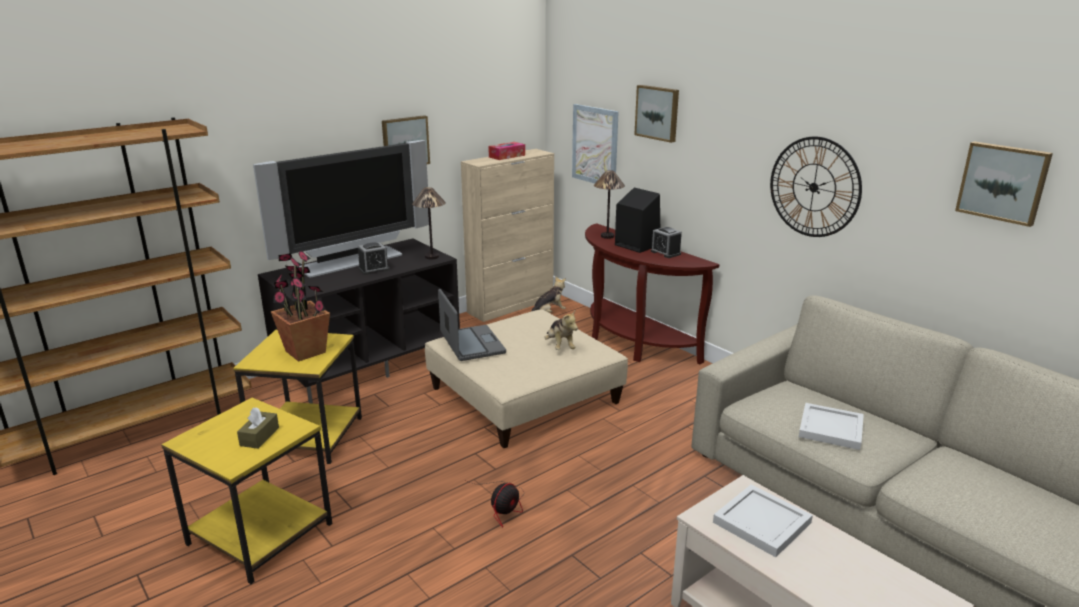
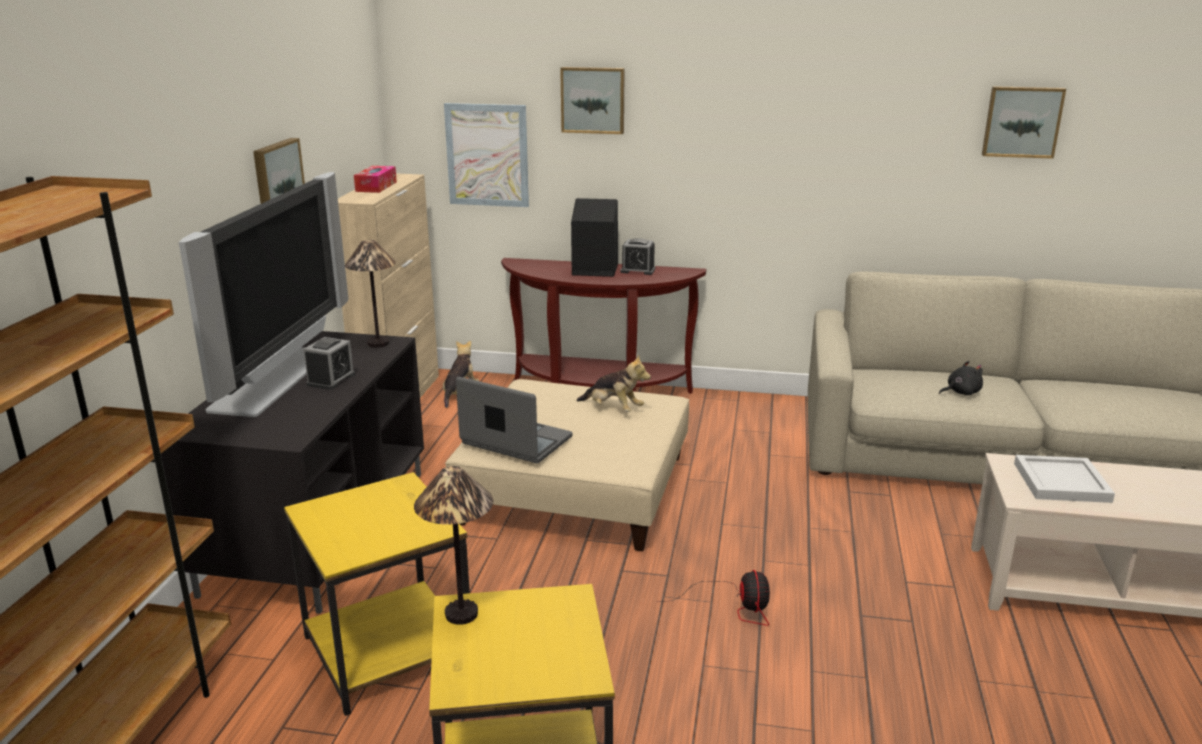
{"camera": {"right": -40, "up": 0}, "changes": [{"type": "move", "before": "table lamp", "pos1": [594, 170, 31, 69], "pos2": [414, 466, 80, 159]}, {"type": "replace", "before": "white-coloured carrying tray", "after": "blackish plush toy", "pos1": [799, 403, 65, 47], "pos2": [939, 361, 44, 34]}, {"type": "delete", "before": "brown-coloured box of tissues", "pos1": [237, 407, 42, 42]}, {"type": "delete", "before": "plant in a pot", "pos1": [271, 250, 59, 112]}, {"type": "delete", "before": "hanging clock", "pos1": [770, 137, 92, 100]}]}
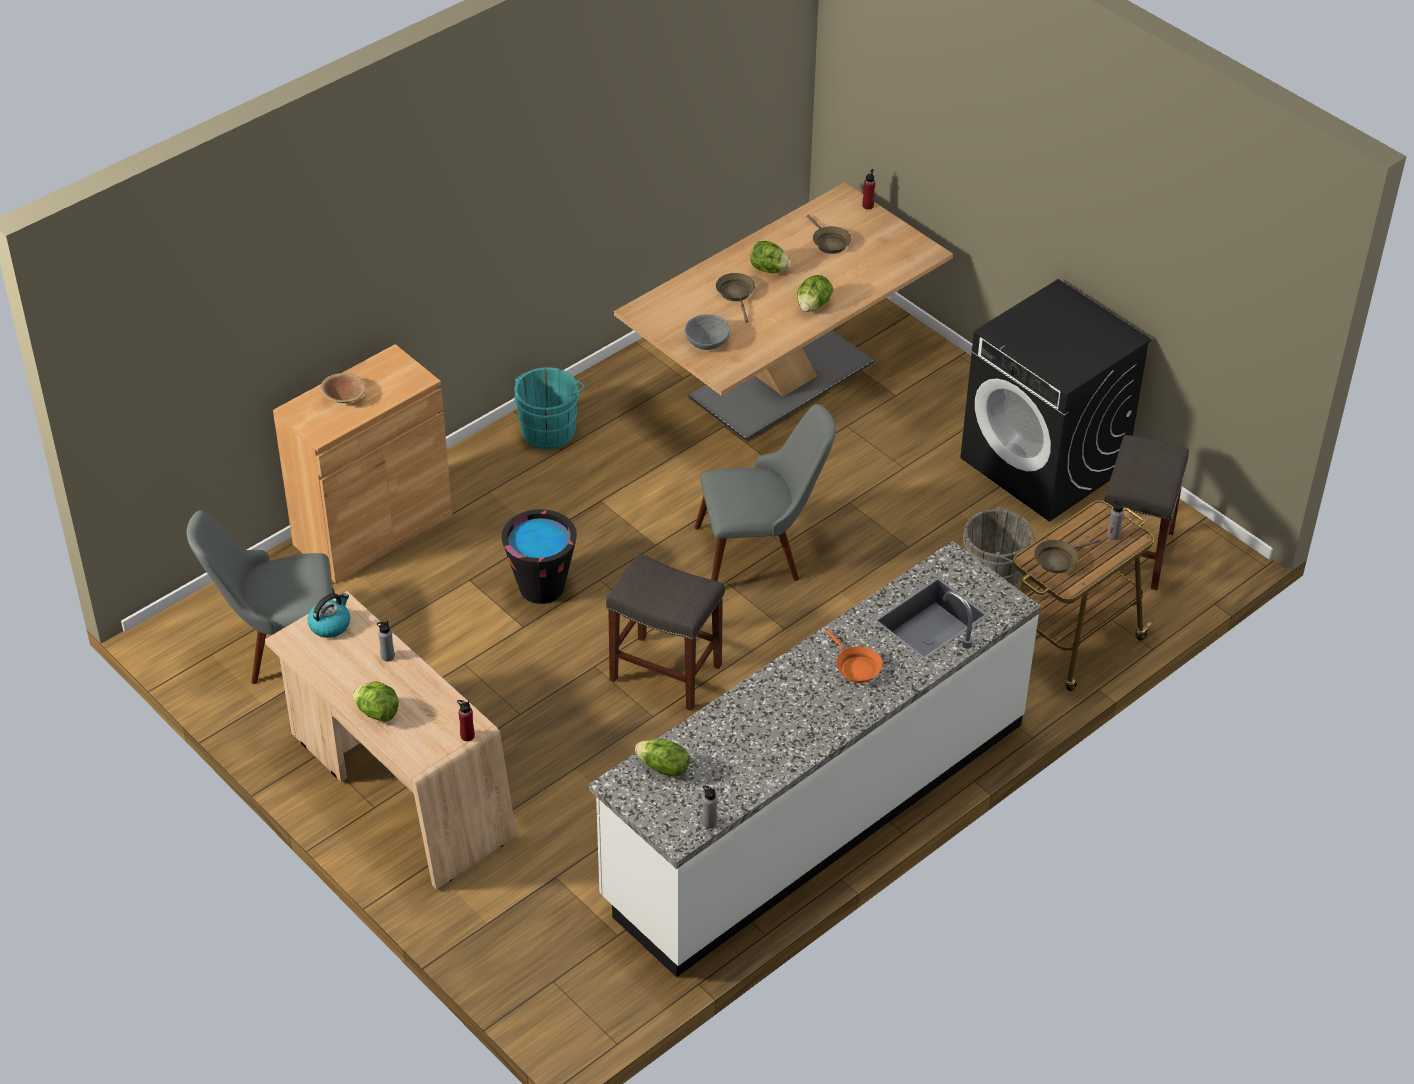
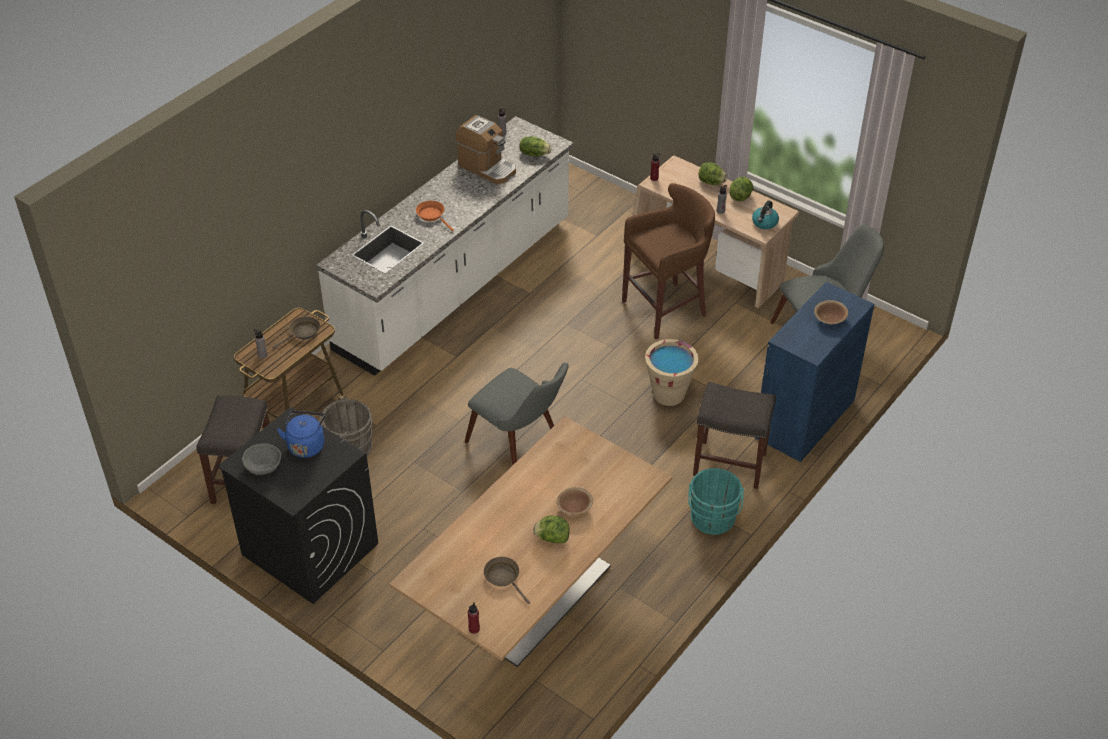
{"camera": {"right": 170, "up": 0}, "changes": [{"type": "move", "before": "grey bowl", "pos1": [685, 314, 45, 36], "pos2": [242, 443, 39, 32]}, {"type": "insert", "after": "blue kettle", "pos2": [277, 411, 48, 47]}, {"type": "insert", "after": "coffee machine", "pos2": [455, 115, 61, 69]}, {"type": "rotate", "before": "grey plain chair", "pos1": [695, 404, 141, 177], "pos2": [465, 363, 104, 102], "turn": -120}, {"type": "replace", "before": "brown-coloured pan", "after": "brown-coloured bowl", "pos1": [716, 273, 39, 50], "pos2": [556, 487, 37, 28]}, {"type": "insert", "after": "brown-coloured sitting stool", "pos2": [622, 183, 93, 156]}, {"type": "recolor", "before": "blackish pail", "after": "sand-coloured pail", "pos1": [501, 509, 76, 95], "pos2": [645, 339, 53, 67]}, {"type": "move", "before": "grey sitting stool", "pos1": [606, 553, 119, 158], "pos2": [693, 382, 83, 107]}, {"type": "move", "before": "lettuce head", "pos1": [797, 275, 36, 37], "pos2": [729, 177, 24, 25]}, {"type": "recolor", "before": "brown-coloured cabinet", "after": "blue cabinet", "pos1": [273, 344, 179, 240], "pos2": [755, 282, 119, 180]}]}
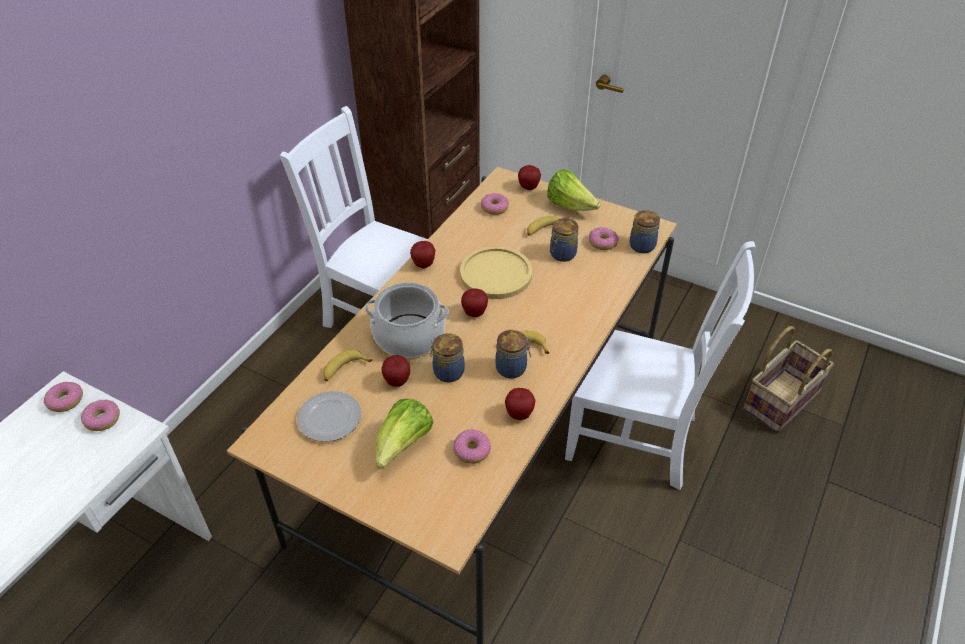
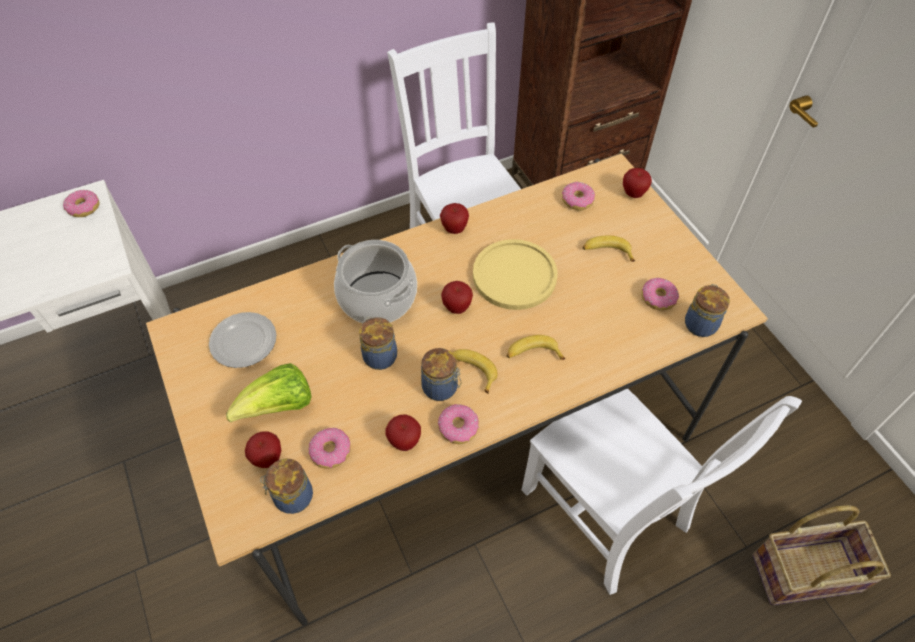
{"camera": {"right": 35, "up": 10}, "changes": [{"type": "move", "before": "apple fruit", "pos1": [381, 355, 29, 32], "pos2": [245, 431, 36, 37]}, {"type": "move", "before": "preserve jar", "pos1": [550, 218, 28, 44], "pos2": [260, 458, 53, 56]}, {"type": "move", "before": "doughnut", "pos1": [81, 399, 39, 32], "pos2": [438, 404, 41, 40]}, {"type": "move", "before": "whole banana", "pos1": [323, 350, 49, 31], "pos2": [507, 335, 59, 25]}, {"type": "delete", "before": "lettuce head", "pos1": [547, 169, 54, 42]}]}
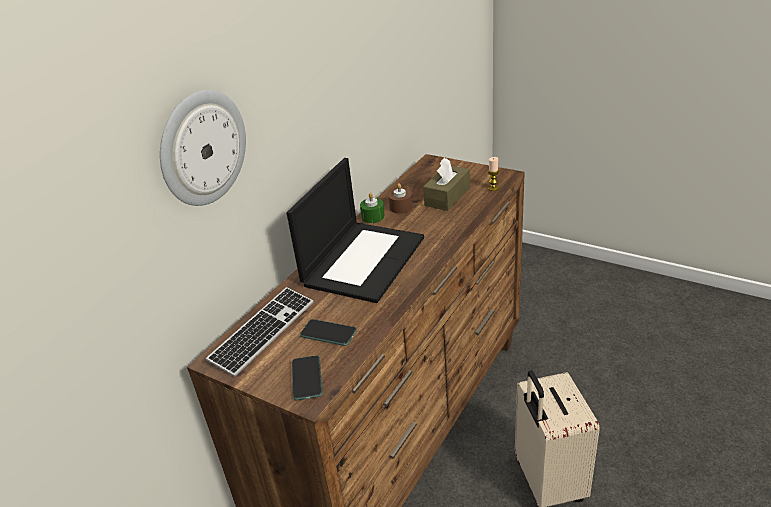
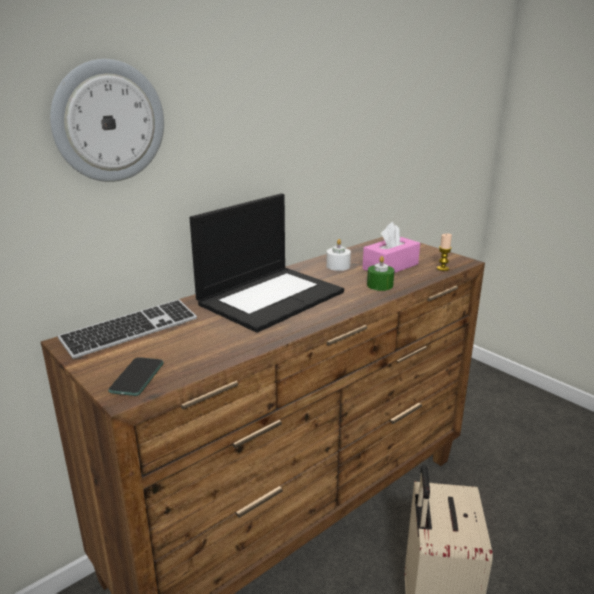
{"camera": {"right": 15, "up": -10}, "changes": [{"type": "recolor", "before": "brown-coloured candle", "after": "white-coloured candle", "pos1": [388, 183, 24, 31], "pos2": [326, 239, 25, 32]}, {"type": "recolor", "before": "brown-coloured box of tissues", "after": "pinkish box of tissues", "pos1": [423, 157, 47, 54], "pos2": [363, 222, 57, 51]}, {"type": "move", "before": "greenish candle", "pos1": [360, 193, 25, 30], "pos2": [367, 256, 27, 35]}, {"type": "delete", "before": "phone", "pos1": [300, 319, 57, 27]}]}
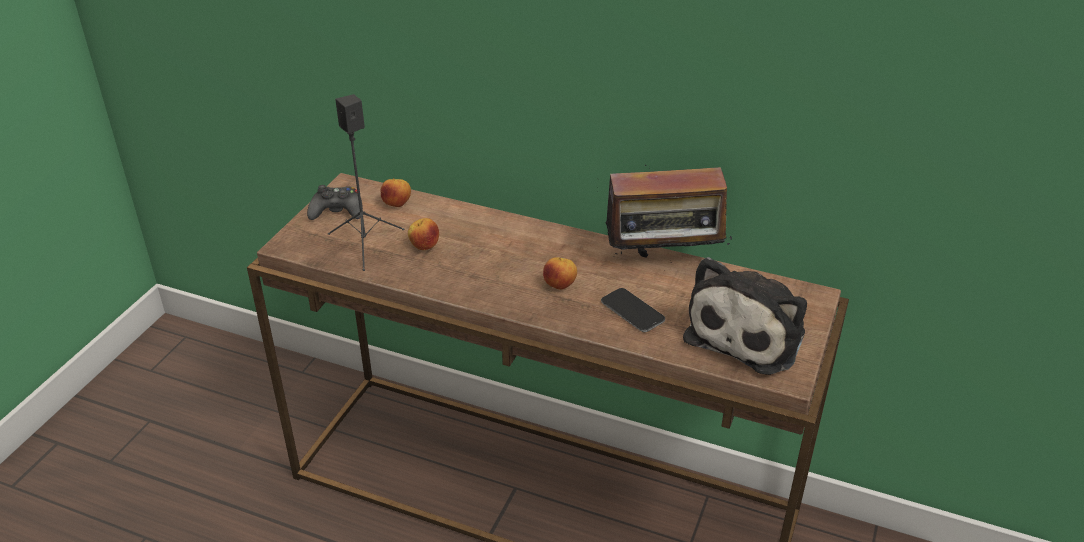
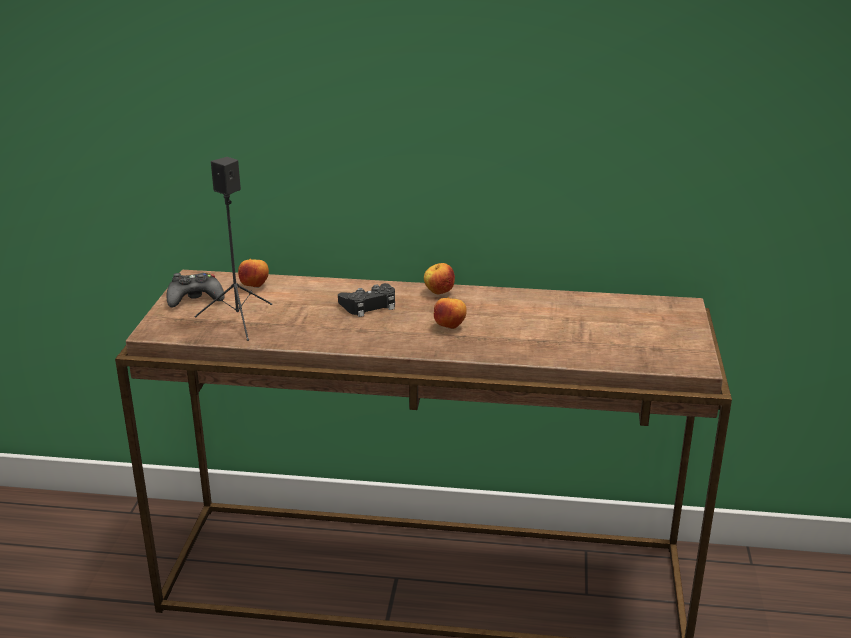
{"camera": {"right": -15, "up": -10}, "changes": [{"type": "insert", "after": "blackish game controller", "pos2": [338, 283, 57, 34]}, {"type": "move", "before": "apple fruit", "pos1": [408, 218, 31, 32], "pos2": [424, 263, 31, 31]}, {"type": "delete", "before": "radio", "pos1": [597, 151, 135, 106]}, {"type": "delete", "before": "phone", "pos1": [601, 288, 64, 44]}, {"type": "delete", "before": "plush toy", "pos1": [683, 257, 124, 118]}]}
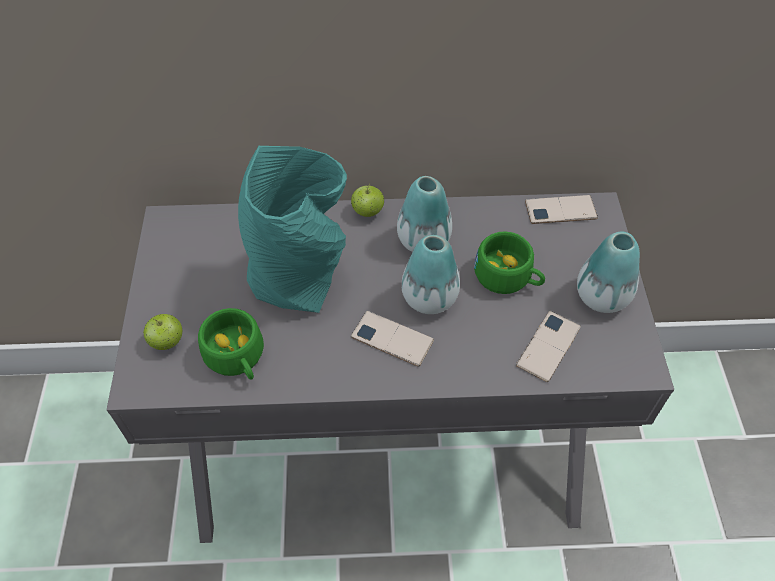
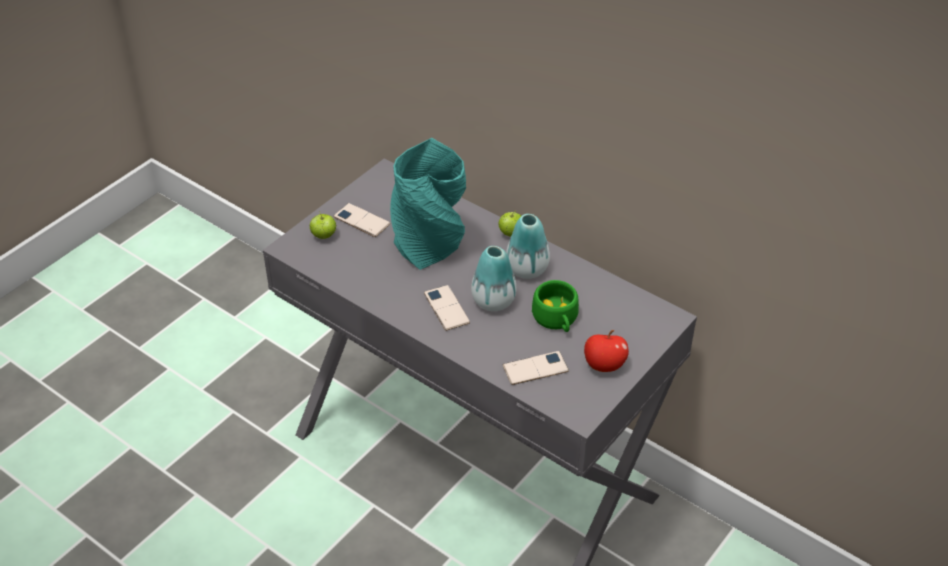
{"camera": {"right": 40, "up": -10}, "changes": [{"type": "move", "before": "phone", "pos1": [525, 195, 73, 29], "pos2": [333, 203, 58, 34]}, {"type": "replace", "before": "decorative vase", "after": "apple fruit", "pos1": [577, 231, 63, 82], "pos2": [584, 330, 45, 42]}, {"type": "delete", "before": "greenish drinking cup", "pos1": [198, 308, 66, 72]}]}
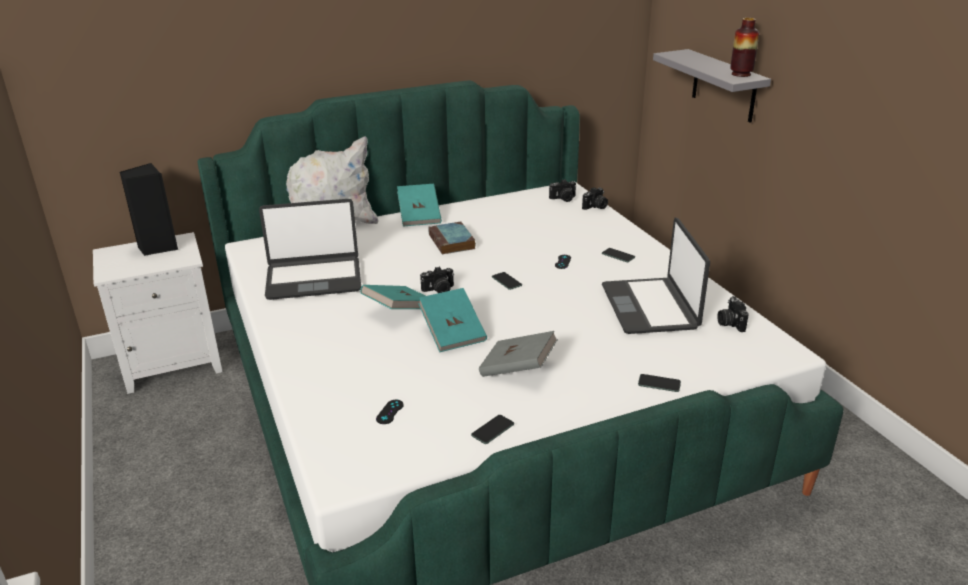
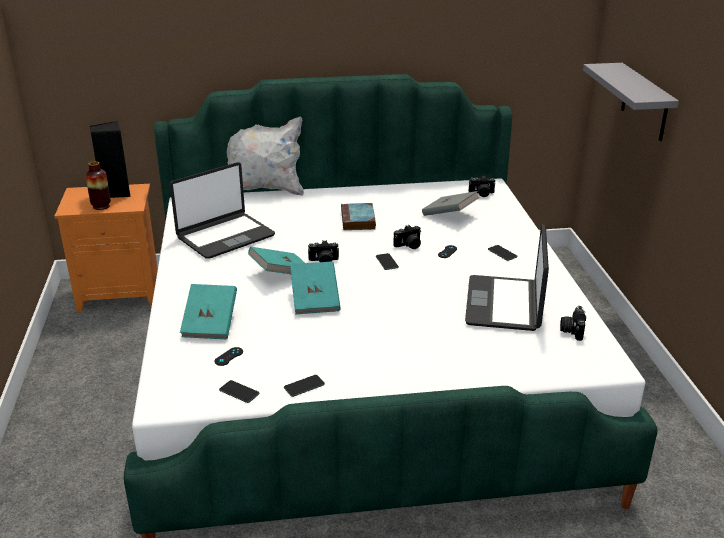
{"camera": {"right": 15, "up": 0}, "changes": [{"type": "recolor", "before": "white-coloured nightstand", "after": "orange nightstand", "pos1": [93, 232, 130, 162], "pos2": [55, 184, 103, 128]}, {"type": "move", "before": "decorative vase", "pos1": [730, 18, 29, 59], "pos2": [85, 161, 26, 49]}, {"type": "rotate", "before": "portable computer", "pos1": [259, 199, 102, 101], "pos2": [170, 162, 105, 97], "turn": -45}, {"type": "move", "before": "blue-green book", "pos1": [397, 184, 45, 42], "pos2": [180, 284, 57, 55]}, {"type": "move", "before": "phone", "pos1": [638, 374, 43, 18], "pos2": [219, 380, 40, 23]}, {"type": "move", "before": "photo camera", "pos1": [582, 187, 26, 23], "pos2": [393, 225, 28, 24]}, {"type": "move", "before": "grey book", "pos1": [479, 331, 79, 46], "pos2": [422, 191, 58, 25]}]}
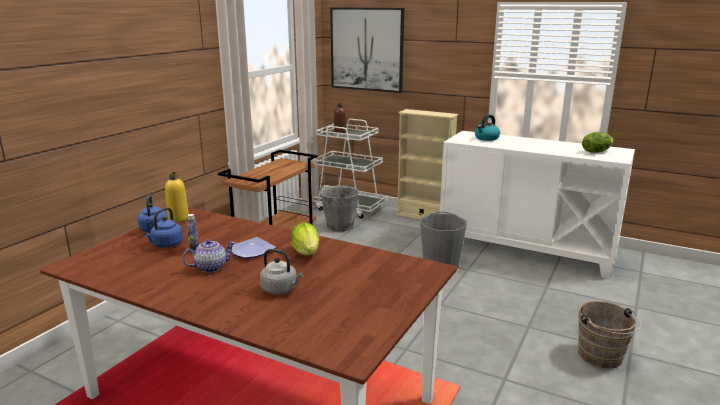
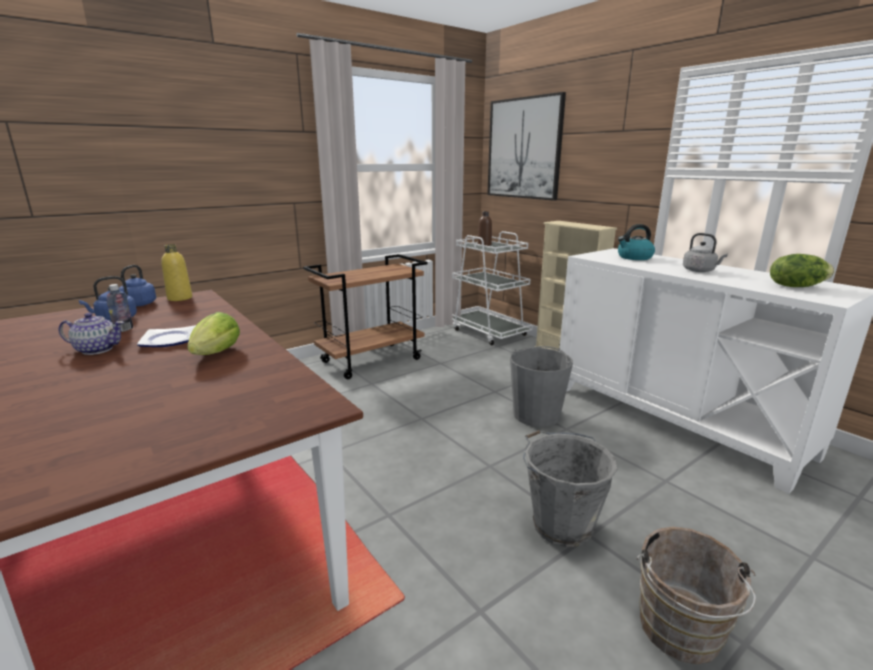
{"camera": {"right": 25, "up": 0}, "changes": [{"type": "move", "before": "grey pail", "pos1": [318, 185, 41, 46], "pos2": [523, 430, 95, 117]}, {"type": "move", "before": "grey kettle", "pos1": [260, 249, 43, 46], "pos2": [683, 233, 45, 39]}]}
